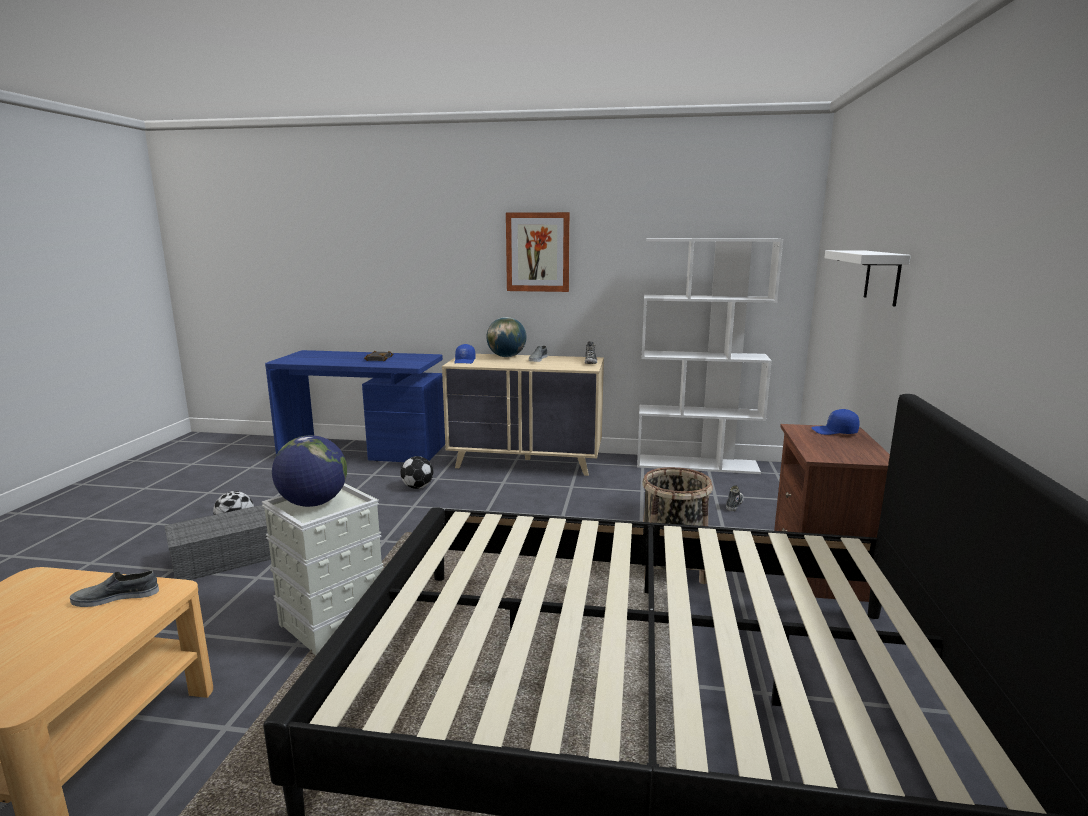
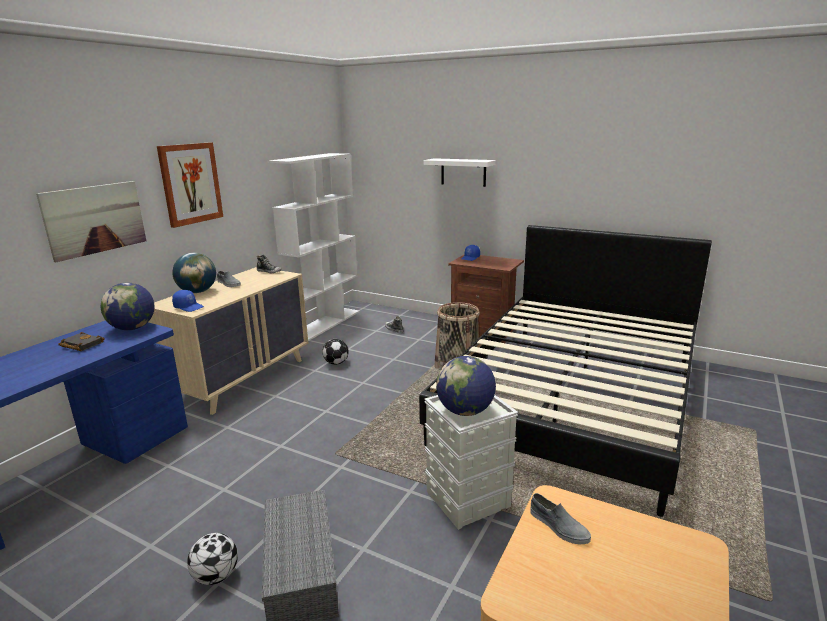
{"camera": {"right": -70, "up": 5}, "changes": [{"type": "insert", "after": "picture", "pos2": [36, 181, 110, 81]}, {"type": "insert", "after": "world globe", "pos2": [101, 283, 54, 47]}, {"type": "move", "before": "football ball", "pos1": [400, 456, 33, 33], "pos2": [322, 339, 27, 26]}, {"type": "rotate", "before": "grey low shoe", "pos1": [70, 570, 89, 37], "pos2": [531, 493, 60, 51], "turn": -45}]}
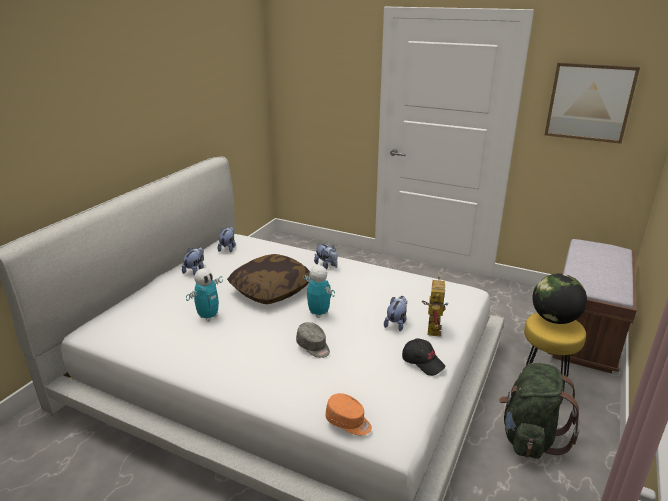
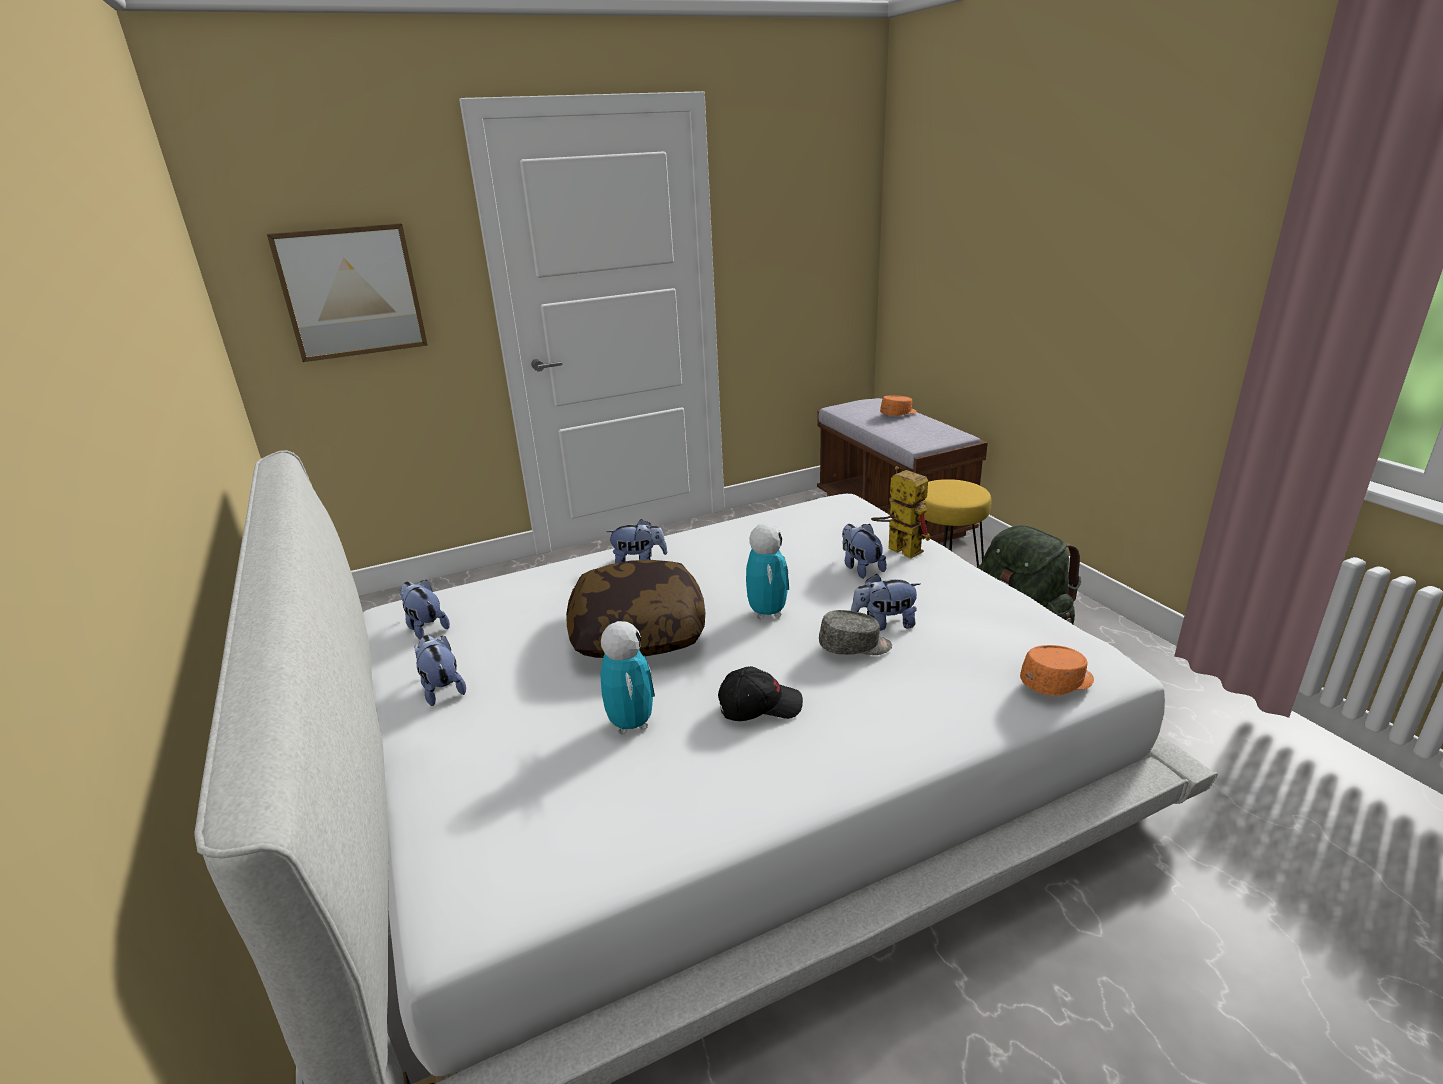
{"camera": {"right": -50, "up": 0}, "changes": [{"type": "move", "before": "picture", "pos1": [545, 62, 95, 82], "pos2": [267, 223, 161, 139]}, {"type": "move", "before": "blackish peaked cap", "pos1": [402, 338, 44, 38], "pos2": [718, 666, 85, 55]}, {"type": "rotate", "before": "toy robot", "pos1": [303, 265, 32, 53], "pos2": [746, 523, 43, 96], "turn": 90}, {"type": "insert", "after": "plush toy", "pos2": [851, 574, 69, 57]}, {"type": "insert", "after": "orange peaked cap", "pos2": [880, 395, 37, 21]}, {"type": "delete", "before": "world globe", "pos1": [532, 274, 55, 50]}]}
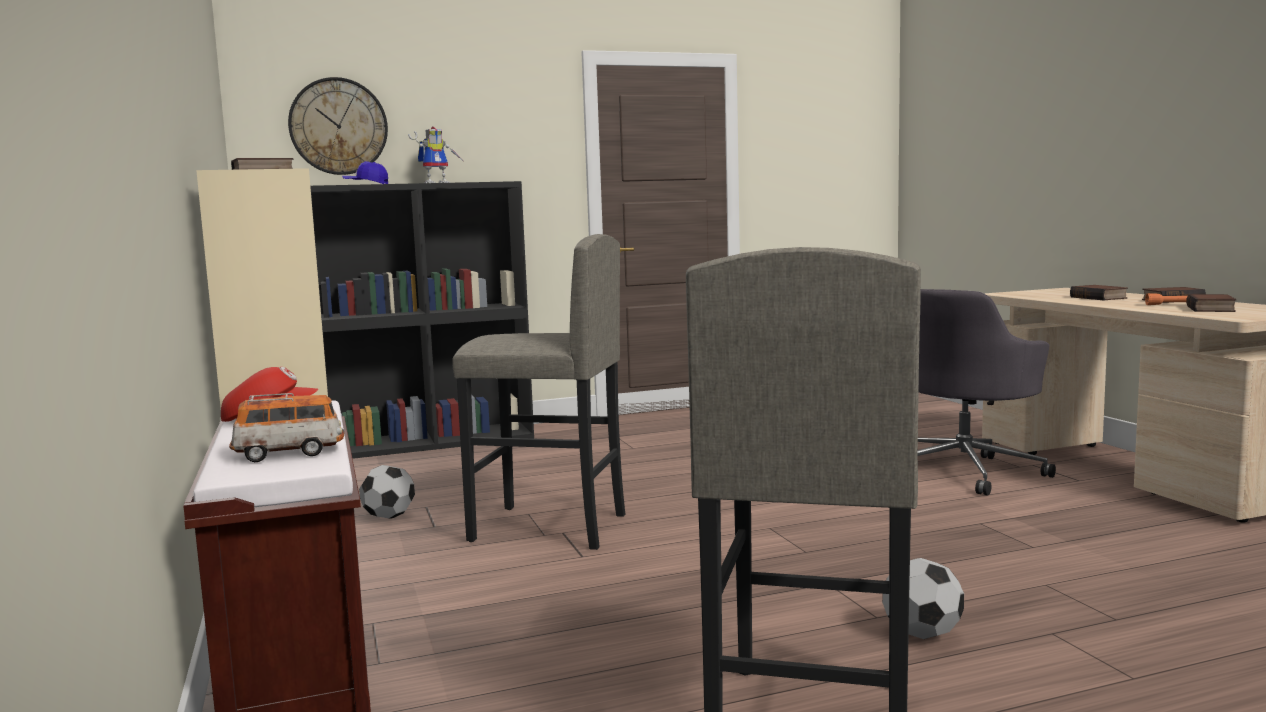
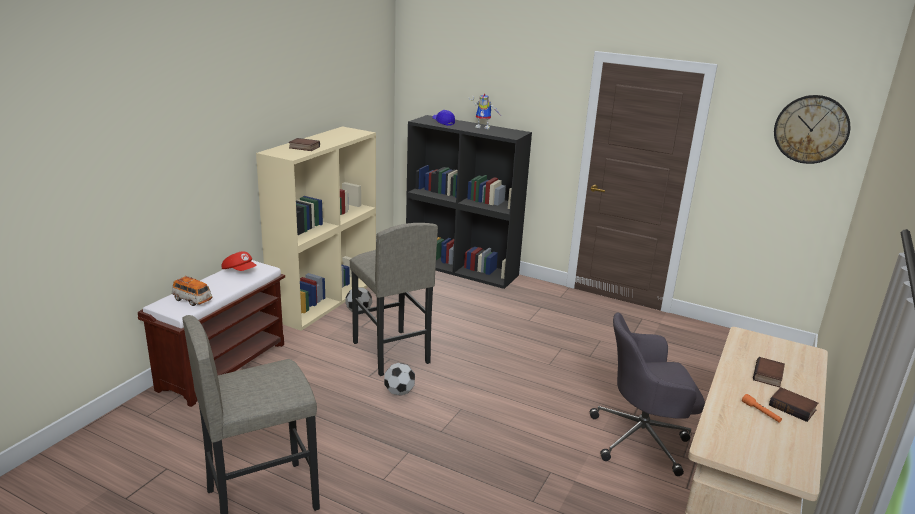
{"camera": {"right": 45, "up": 15}, "changes": [{"type": "move", "before": "football ball", "pos1": [882, 558, 82, 81], "pos2": [384, 363, 31, 33]}, {"type": "move", "before": "hanging clock", "pos1": [288, 77, 100, 98], "pos2": [774, 95, 76, 69]}, {"type": "delete", "before": "book", "pos1": [1186, 294, 51, 18]}]}
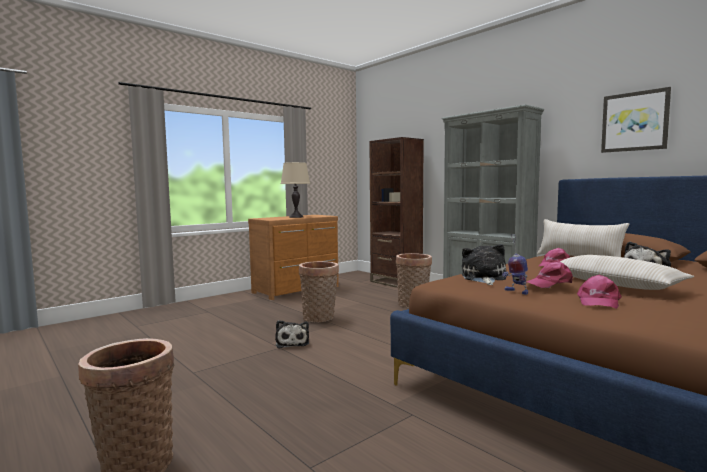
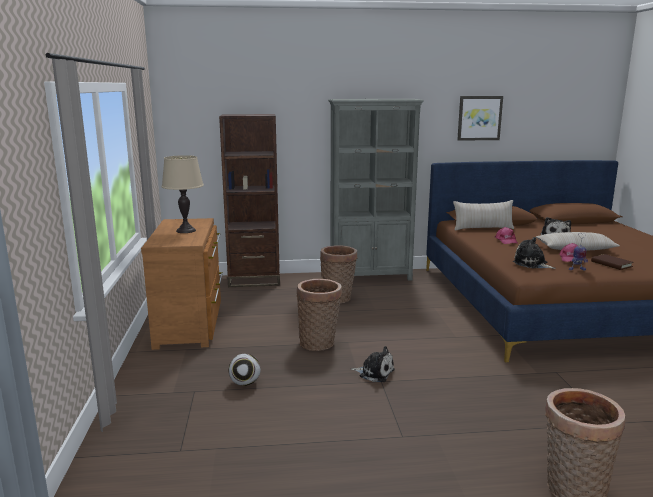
{"camera": {"right": -55, "up": 10}, "changes": [{"type": "insert", "after": "football ball", "pos2": [229, 354, 31, 32]}, {"type": "replace", "before": "pinkish peaked cap", "after": "brown-coloured book", "pos1": [577, 275, 45, 34], "pos2": [591, 254, 43, 16]}]}
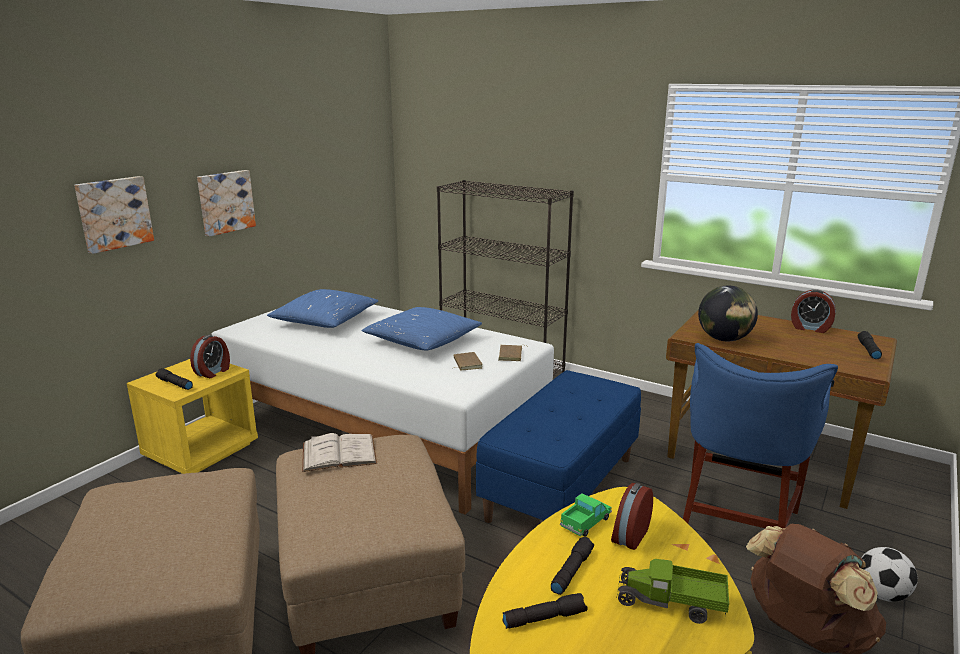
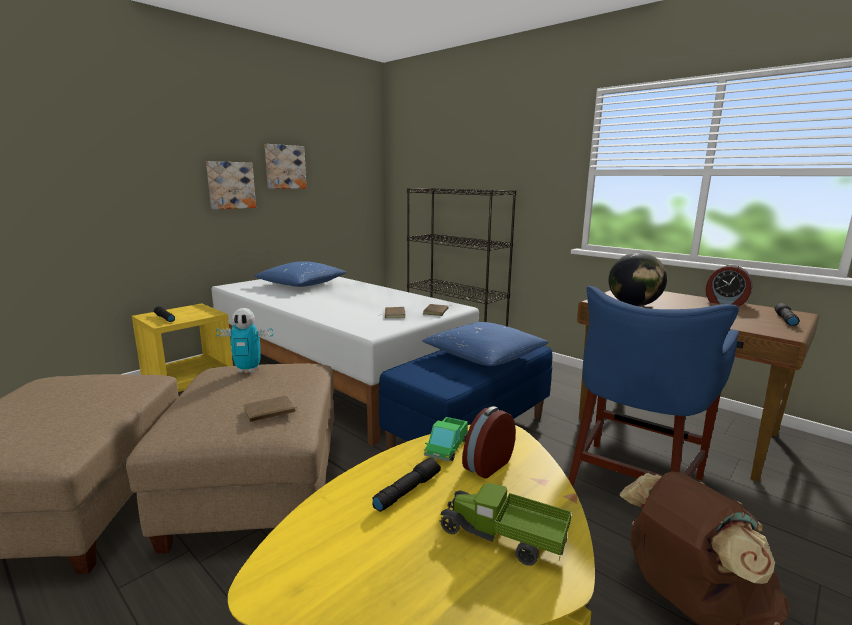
{"camera": {"right": 10, "up": -5}, "changes": [{"type": "replace", "before": "white-coloured book", "after": "toy robot", "pos1": [302, 433, 75, 39], "pos2": [216, 308, 57, 64]}, {"type": "insert", "after": "brown-coloured book", "pos2": [243, 395, 55, 27]}, {"type": "move", "before": "picture", "pos1": [74, 176, 80, 78], "pos2": [265, 144, 42, 45]}, {"type": "move", "before": "blue throw pillow", "pos1": [362, 307, 120, 43], "pos2": [423, 322, 126, 44]}, {"type": "rotate", "before": "toy truck", "pos1": [560, 493, 52, 44], "pos2": [424, 417, 44, 45], "turn": 150}, {"type": "delete", "before": "alarm clock", "pos1": [190, 335, 40, 43]}, {"type": "delete", "before": "blackish hand torch", "pos1": [502, 593, 86, 36]}, {"type": "delete", "before": "football ball", "pos1": [861, 547, 57, 55]}]}
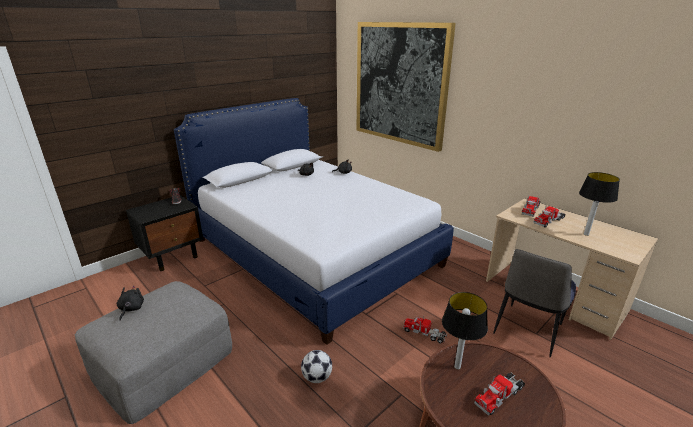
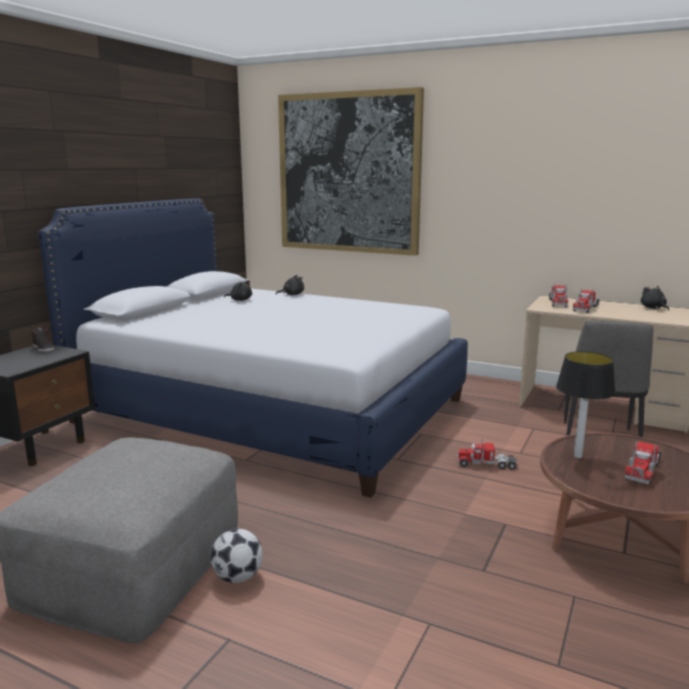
{"camera": {"right": -20, "up": -10}, "changes": [{"type": "move", "before": "football ball", "pos1": [301, 350, 31, 33], "pos2": [210, 529, 53, 54]}, {"type": "move", "before": "blackish plush toy", "pos1": [117, 286, 27, 35], "pos2": [641, 286, 28, 25]}, {"type": "delete", "before": "table lamp", "pos1": [579, 172, 41, 64]}]}
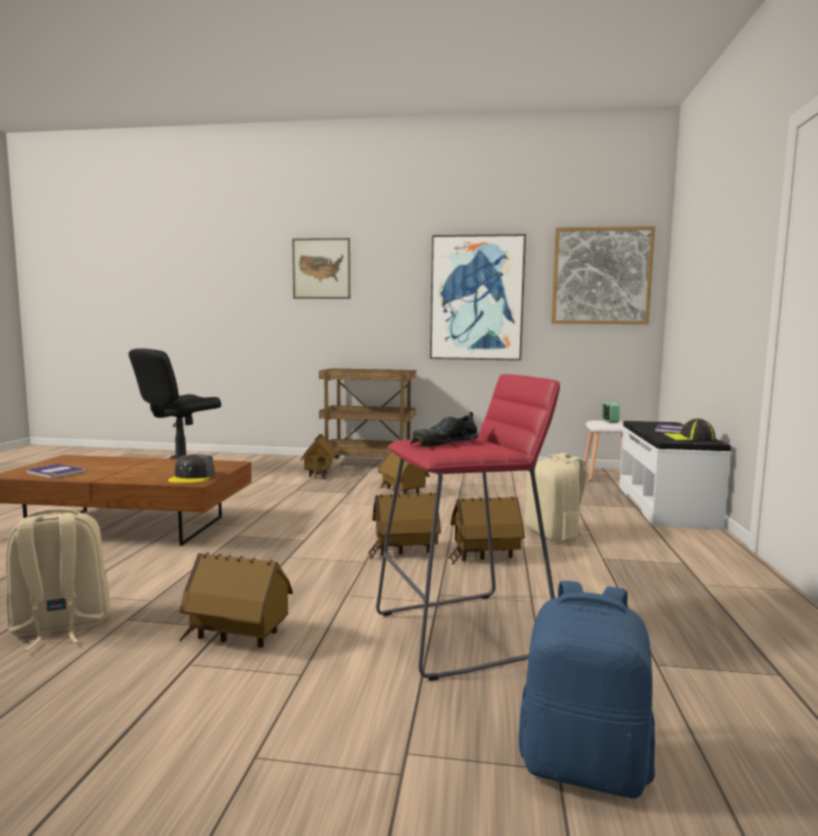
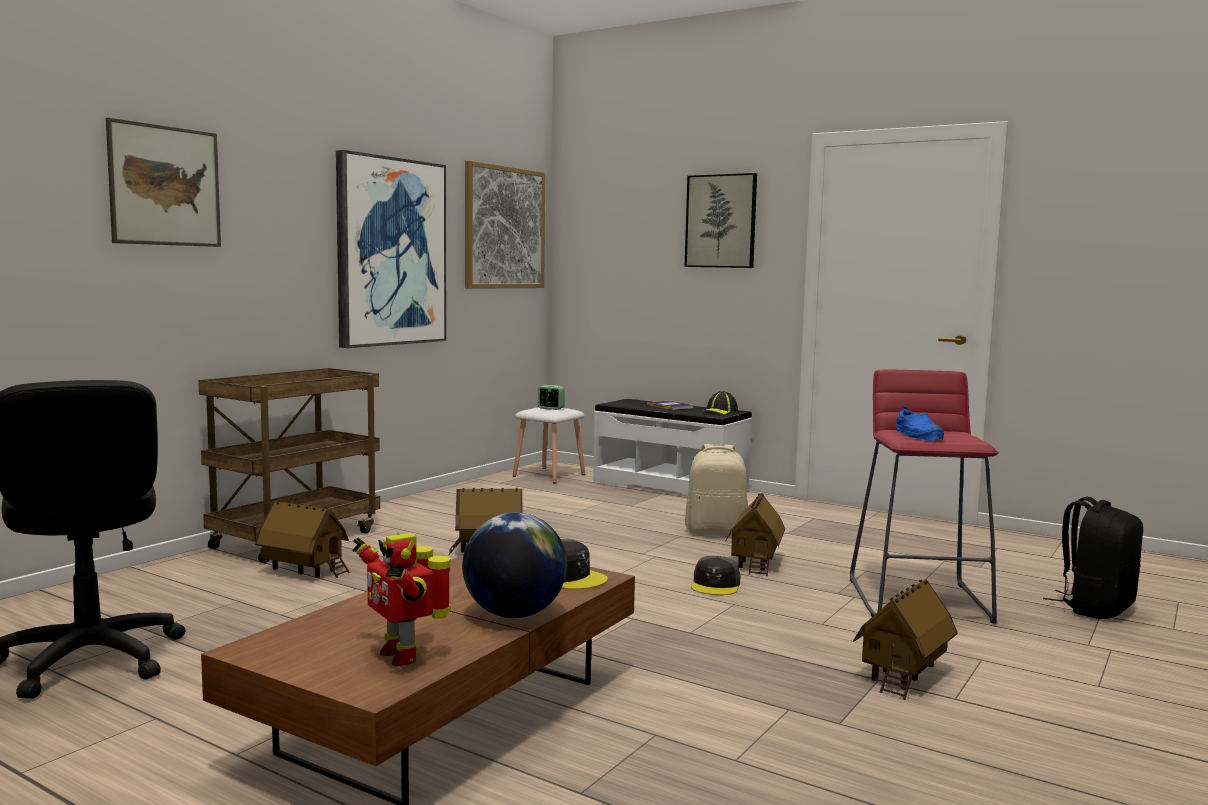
{"camera": {"right": -65, "up": 0}, "changes": [{"type": "replace", "before": "book", "after": "toy robot", "pos1": [26, 464, 59, 14], "pos2": [352, 533, 99, 133]}, {"type": "insert", "after": "world globe", "pos2": [462, 512, 105, 106]}, {"type": "insert", "after": "picture", "pos2": [685, 173, 72, 95]}, {"type": "replace", "before": "miniature house", "after": "grey peaked cap", "pos1": [368, 492, 73, 67], "pos2": [691, 556, 50, 39]}, {"type": "recolor", "before": "blackish low shoe", "after": "blue low shoe", "pos1": [410, 412, 69, 35], "pos2": [896, 406, 48, 36]}, {"type": "recolor", "before": "blue backpack", "after": "blackish backpack", "pos1": [519, 581, 136, 218], "pos2": [1043, 497, 100, 122]}, {"type": "delete", "before": "sand-coloured backpack", "pos1": [6, 509, 104, 142]}]}
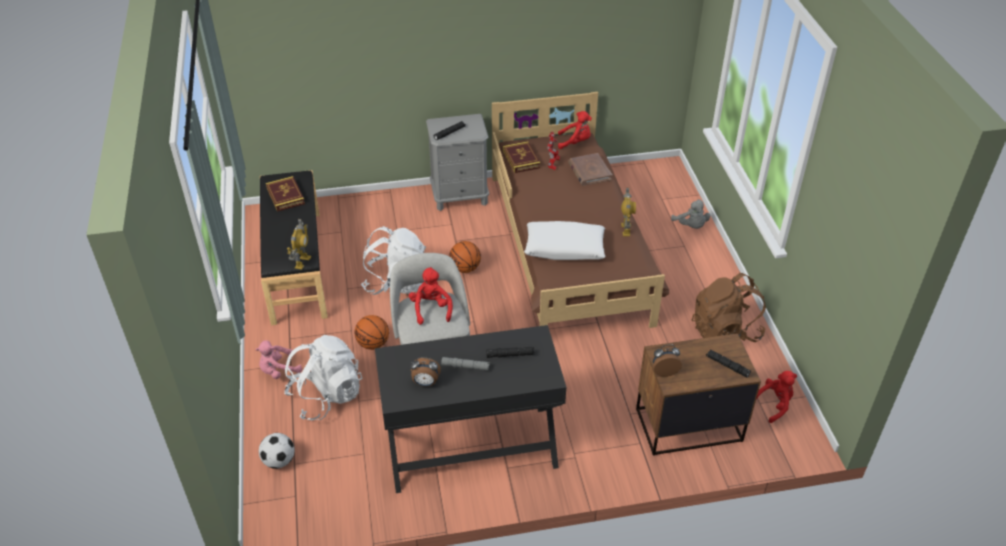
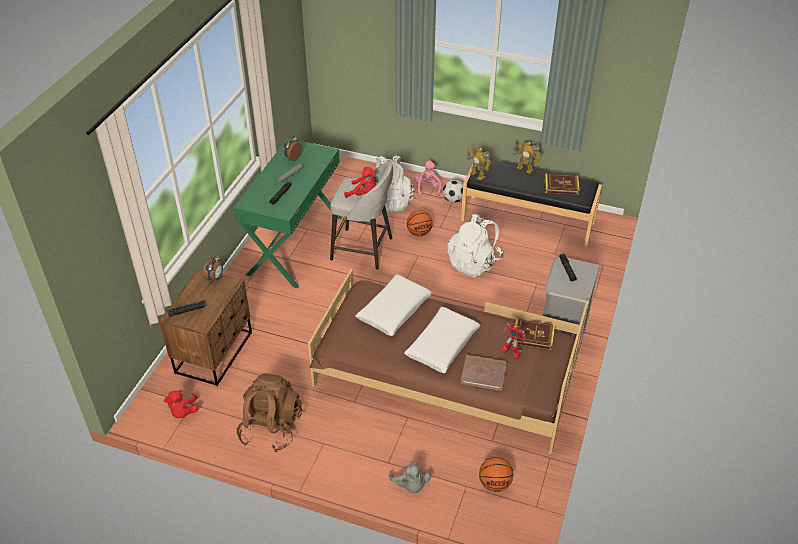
{"camera": {"right": 120, "up": 0}, "changes": [{"type": "recolor", "before": "blackish desk unit", "after": "greenish desk unit", "pos1": [375, 325, 192, 168], "pos2": [234, 138, 108, 150]}, {"type": "rotate", "before": "grey plush toy", "pos1": [671, 199, 39, 30], "pos2": [389, 462, 42, 31], "turn": -120}, {"type": "insert", "after": "white-coloured throw pillow", "pos2": [404, 307, 76, 66]}, {"type": "move", "before": "football ball", "pos1": [259, 433, 35, 36], "pos2": [443, 180, 20, 23]}, {"type": "move", "before": "basketball ball", "pos1": [449, 241, 32, 32], "pos2": [479, 457, 34, 35]}, {"type": "move", "before": "toy robot", "pos1": [621, 188, 15, 48], "pos2": [513, 141, 29, 33]}, {"type": "delete", "before": "red plush toy", "pos1": [558, 111, 34, 38]}]}
